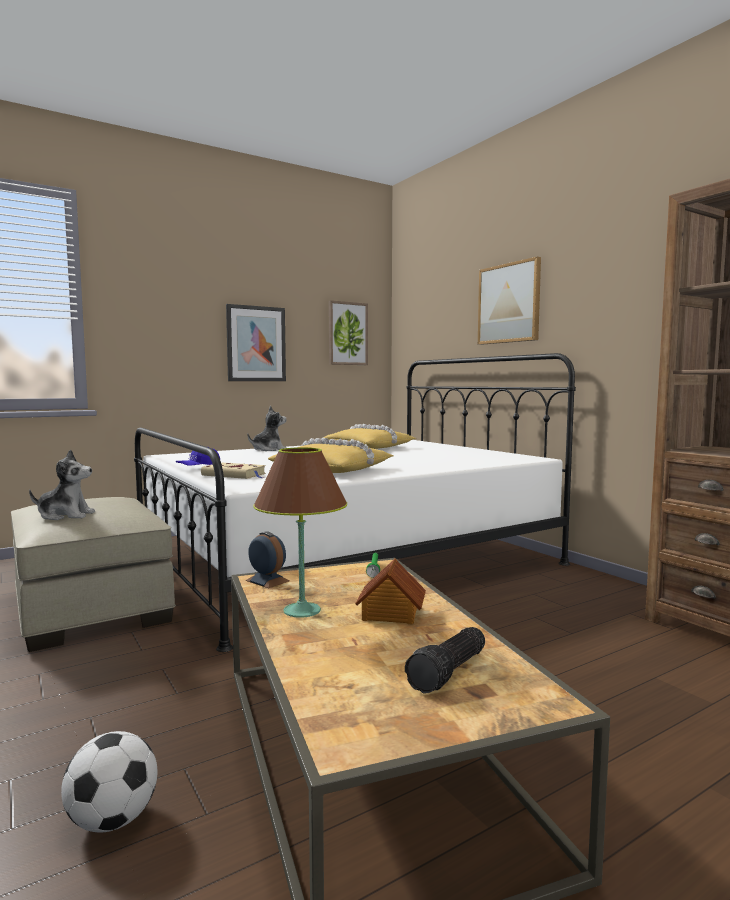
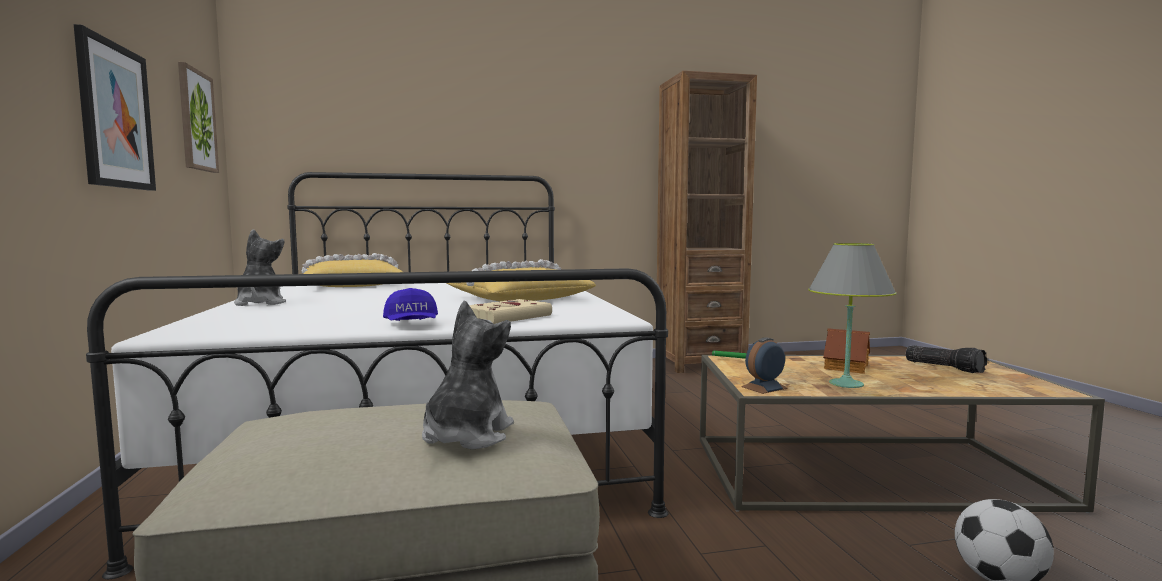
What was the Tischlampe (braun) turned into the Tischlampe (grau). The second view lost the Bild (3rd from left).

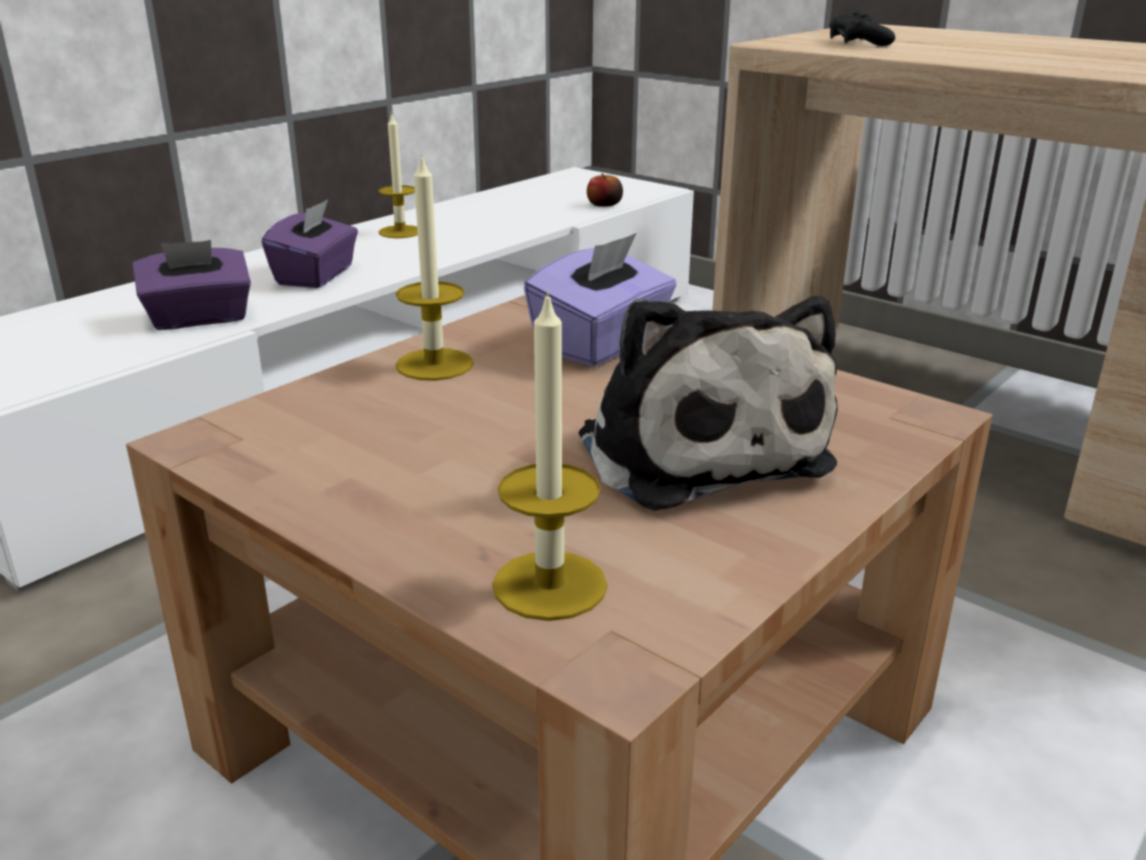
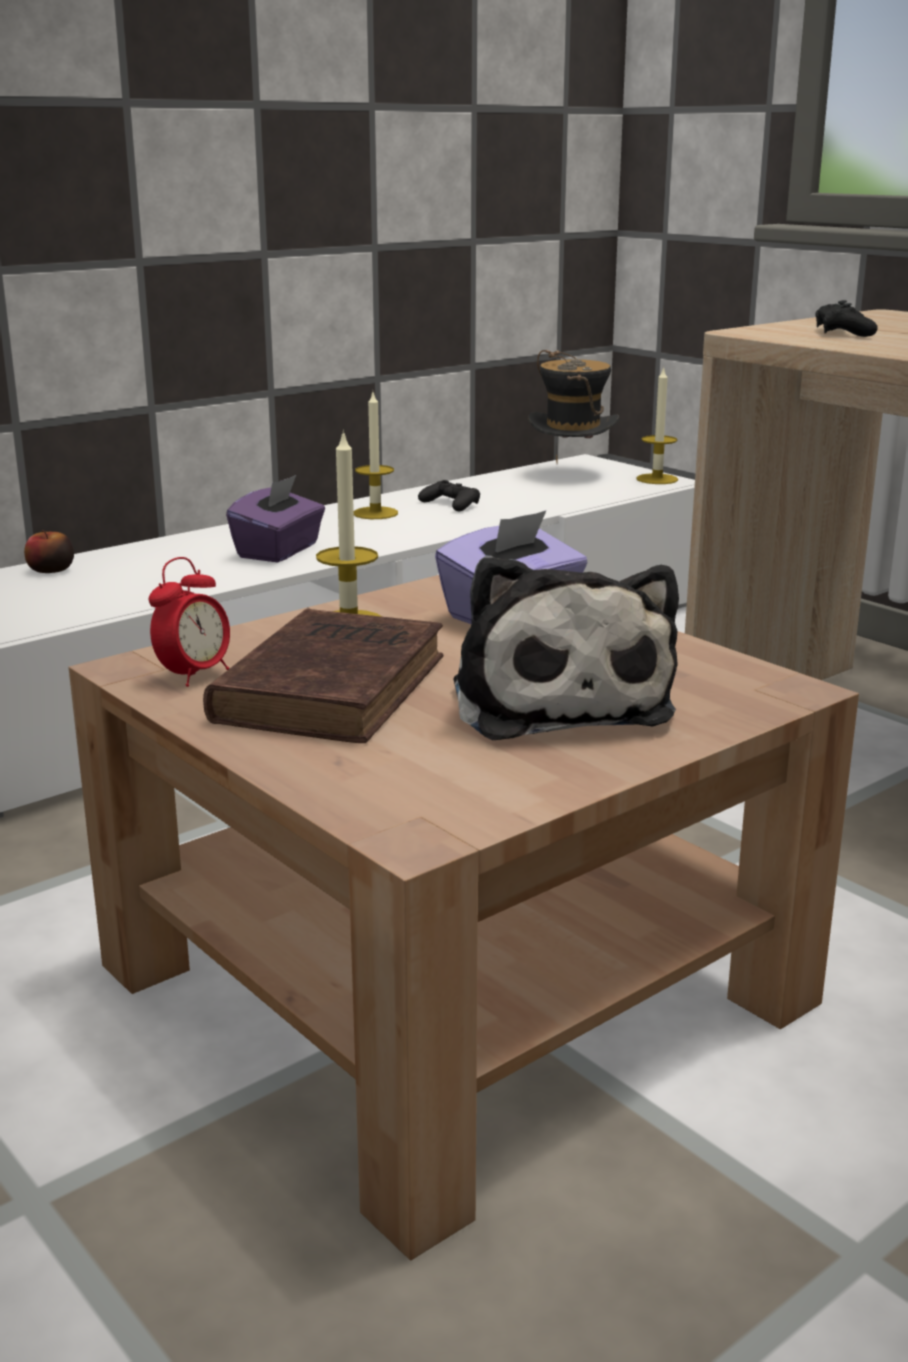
The Apfel ended up elsewhere. The second view gained the Wecker. The second view gained the Buch (braun). The second view gained the Gamepad (schwarz) (1st from left). The second view gained the Hut. The Kerze (3rd from left) ended up elsewhere. The second view lost the Taschentuchbox (lila) (1st from left).

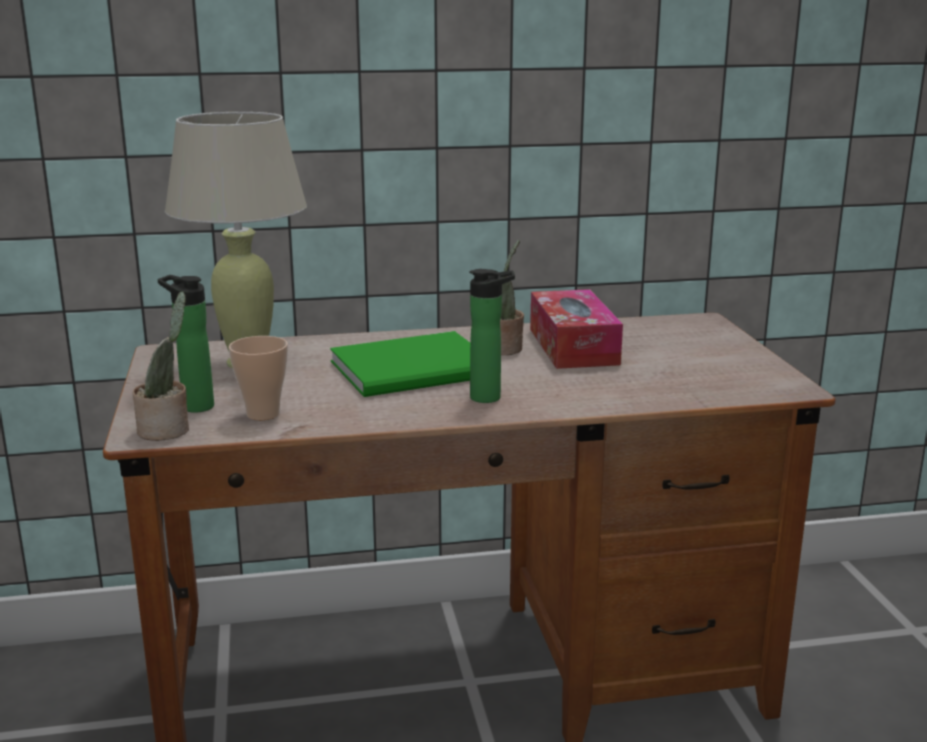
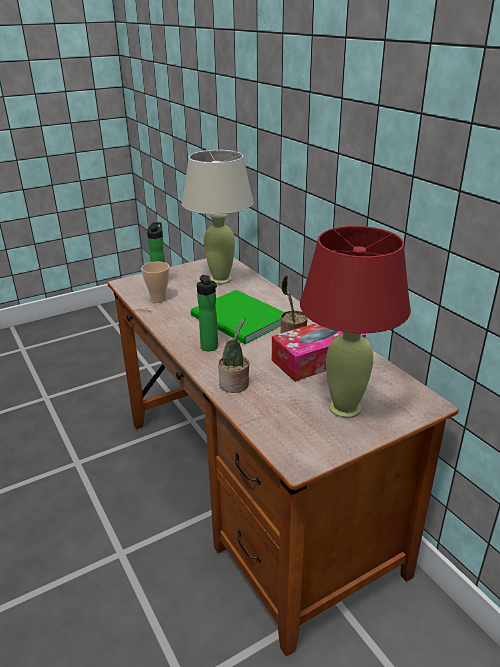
The Topfpflanze (1st from left) ended up elsewhere. The second view gained the Tischlampe (rot).

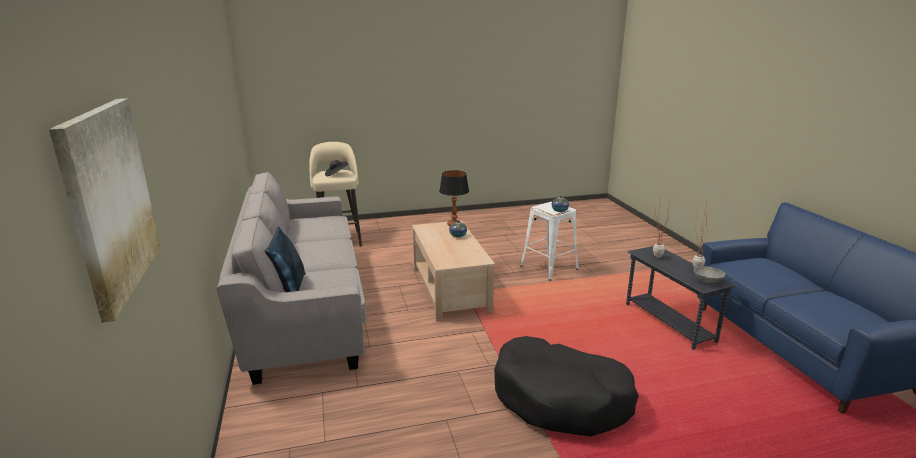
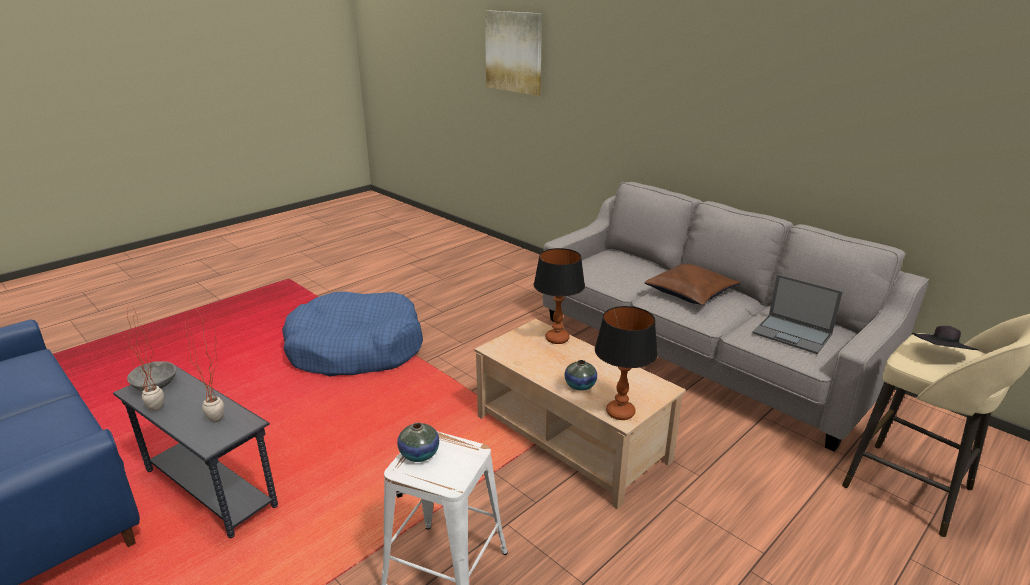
What was the Hundebett (schwarz) turned into the Hundebett (blau). The second view gained the Tischlampe (1st from left). The second view gained the Kissen (braun). The second view gained the Laptop. The second view lost the Kissen (blau).

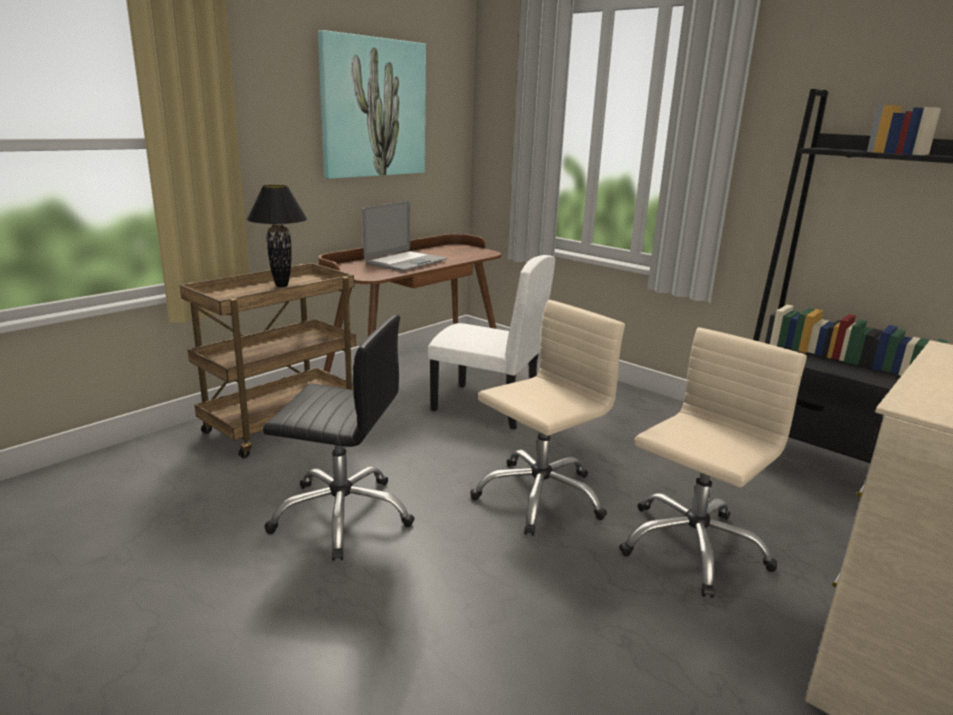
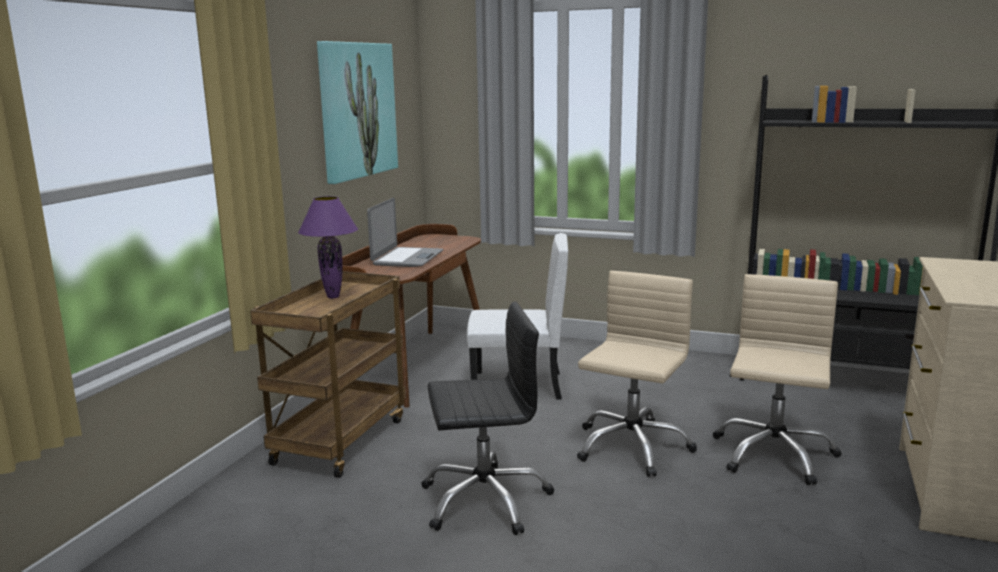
What was the Tischlampe (schwarz) turned into the Tischlampe (lila).

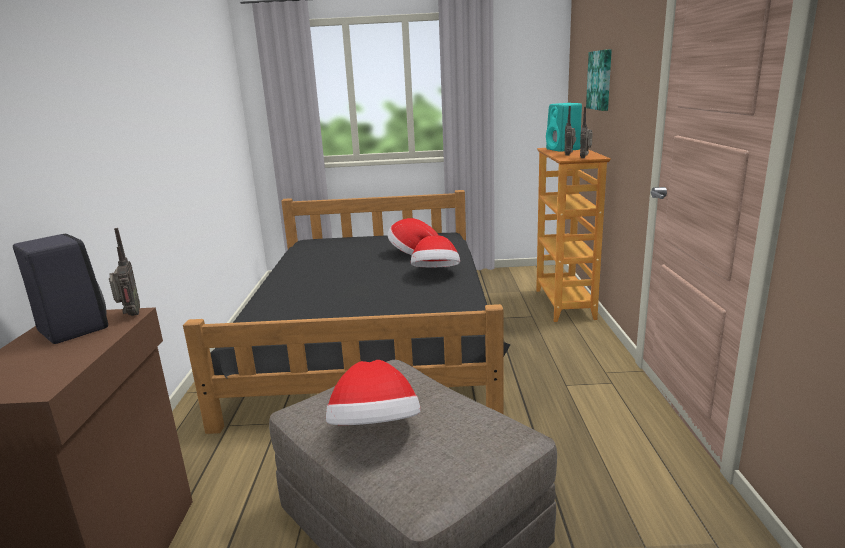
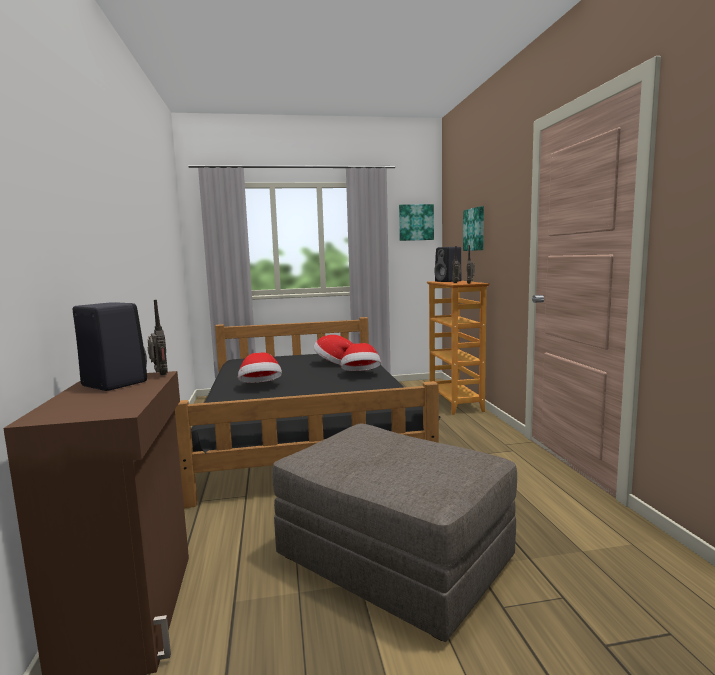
The Hut (1st from left) ended up elsewhere. The second view gained the Bild (1st from left). What was the Lautsprecher (türkis) turned into the Lautsprecher (schwarz) (2nd from left).

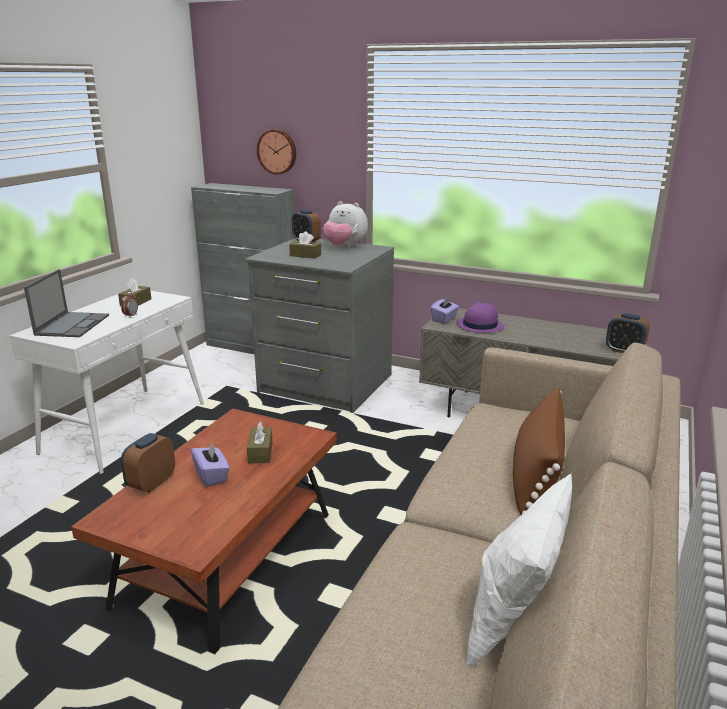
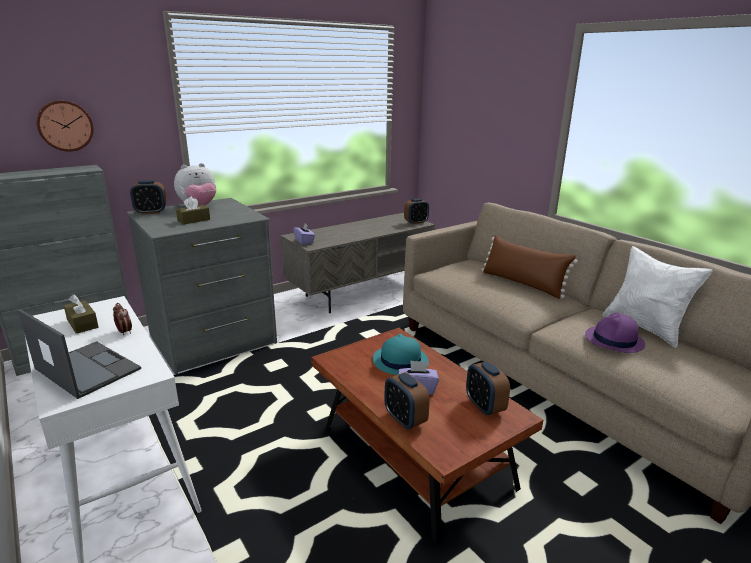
Where the Taschentuchbox (braun) (2nd from left) stood, the Hut (türkis) came to stand. The second view gained the Wecker (5th from left). The Hut (lila) ended up elsewhere.

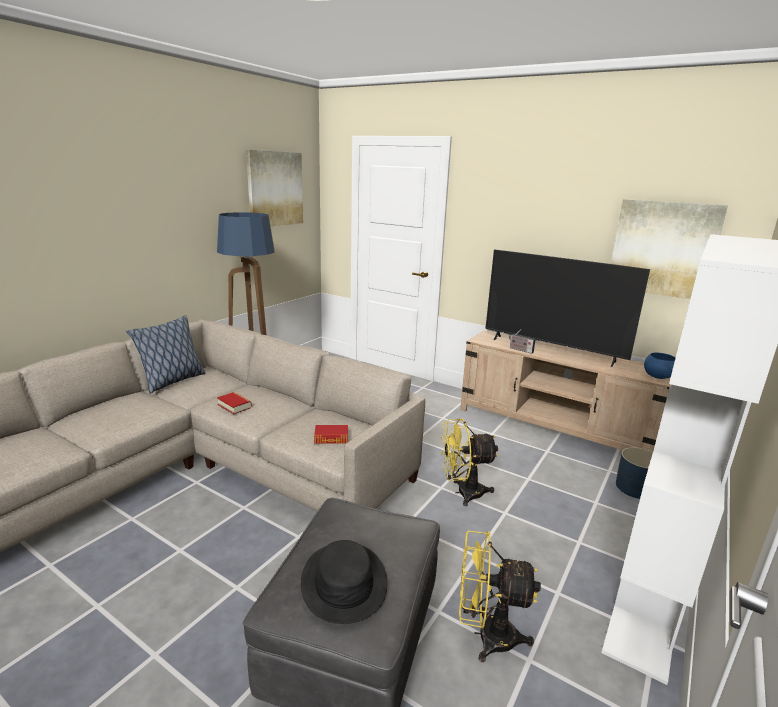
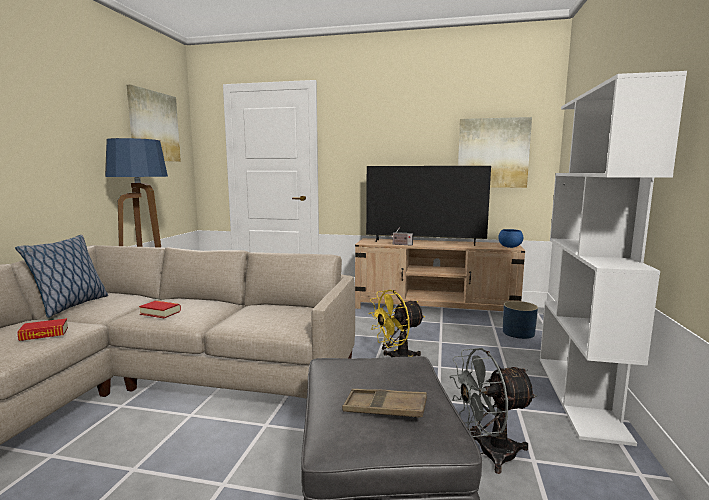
The Buch (2nd from left in the first image) ended up elsewhere. Where the Hut (schwarz) stood, the Tablett (braun) came to stand. What was the Ventilator (gelb) (2nd from left) turned into the Ventilator (grau).

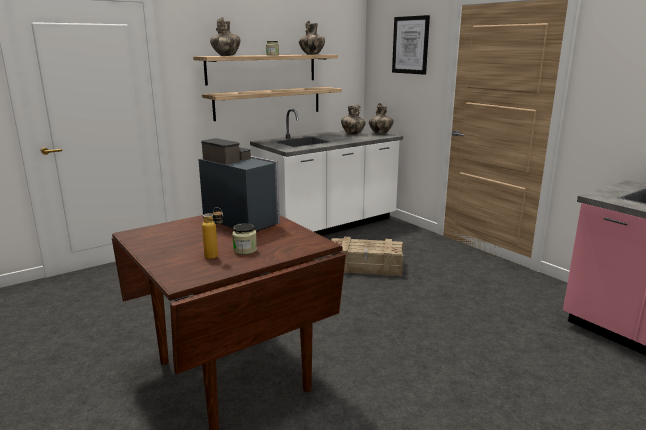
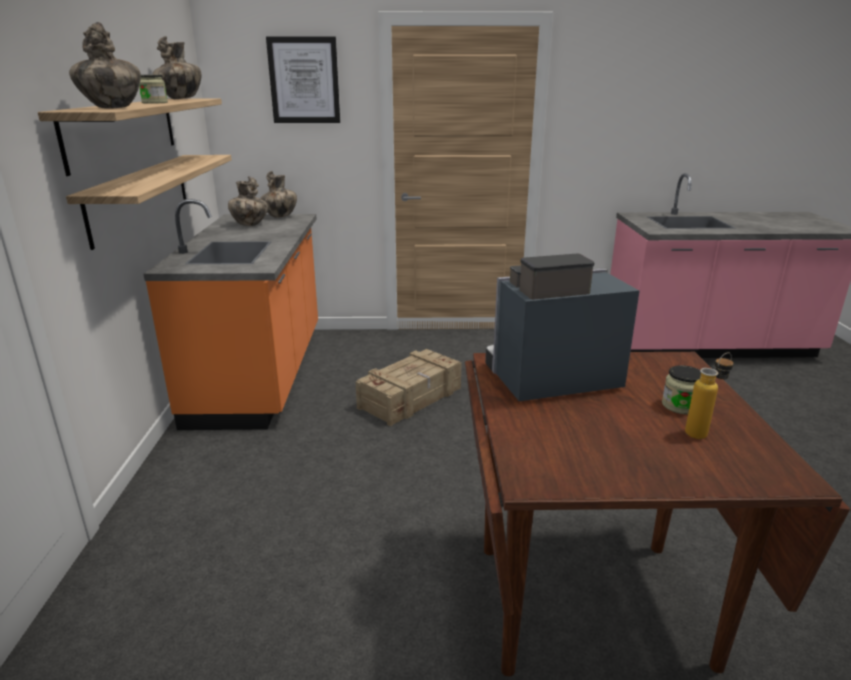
What was the Küchenzeile (weiß) turned into the Küchenzeile (orange).

